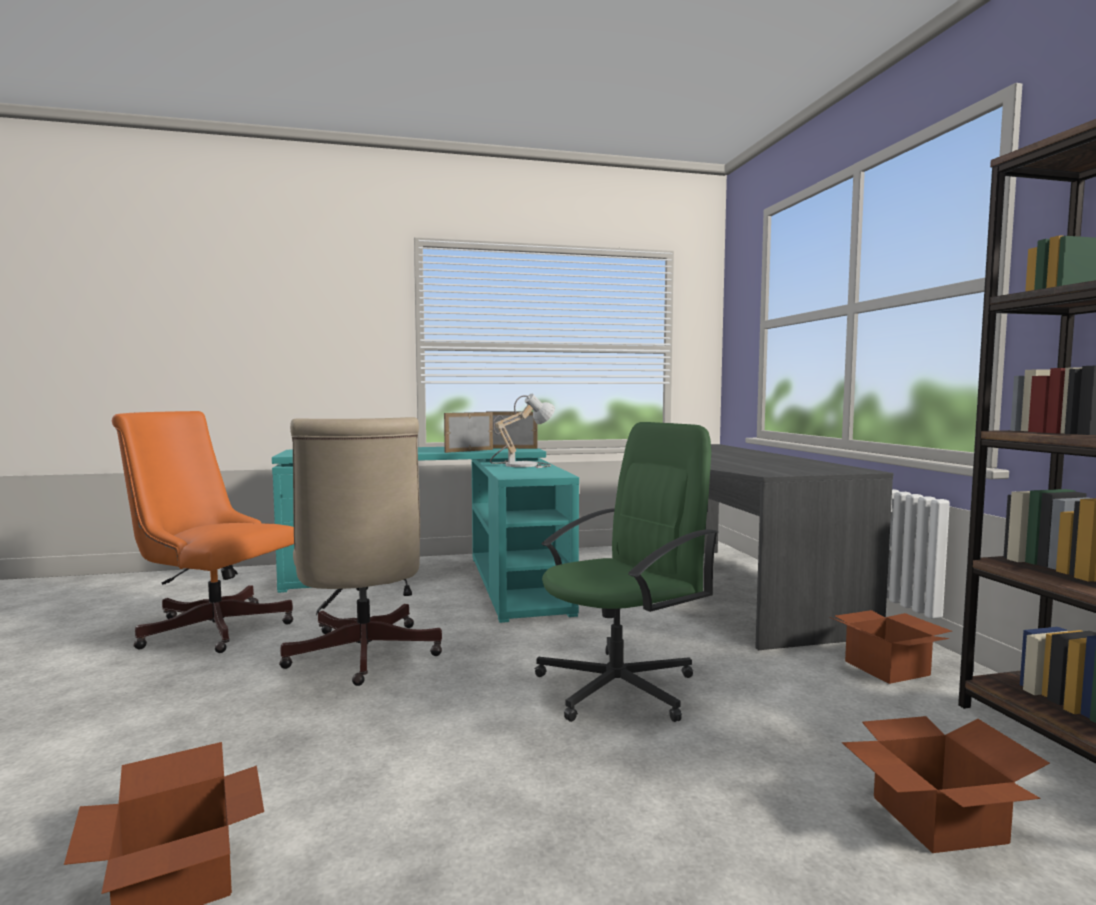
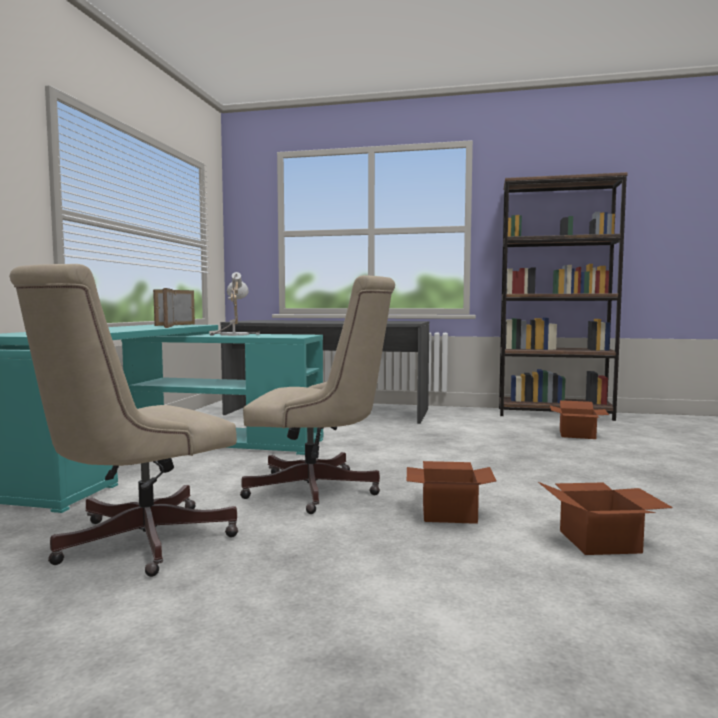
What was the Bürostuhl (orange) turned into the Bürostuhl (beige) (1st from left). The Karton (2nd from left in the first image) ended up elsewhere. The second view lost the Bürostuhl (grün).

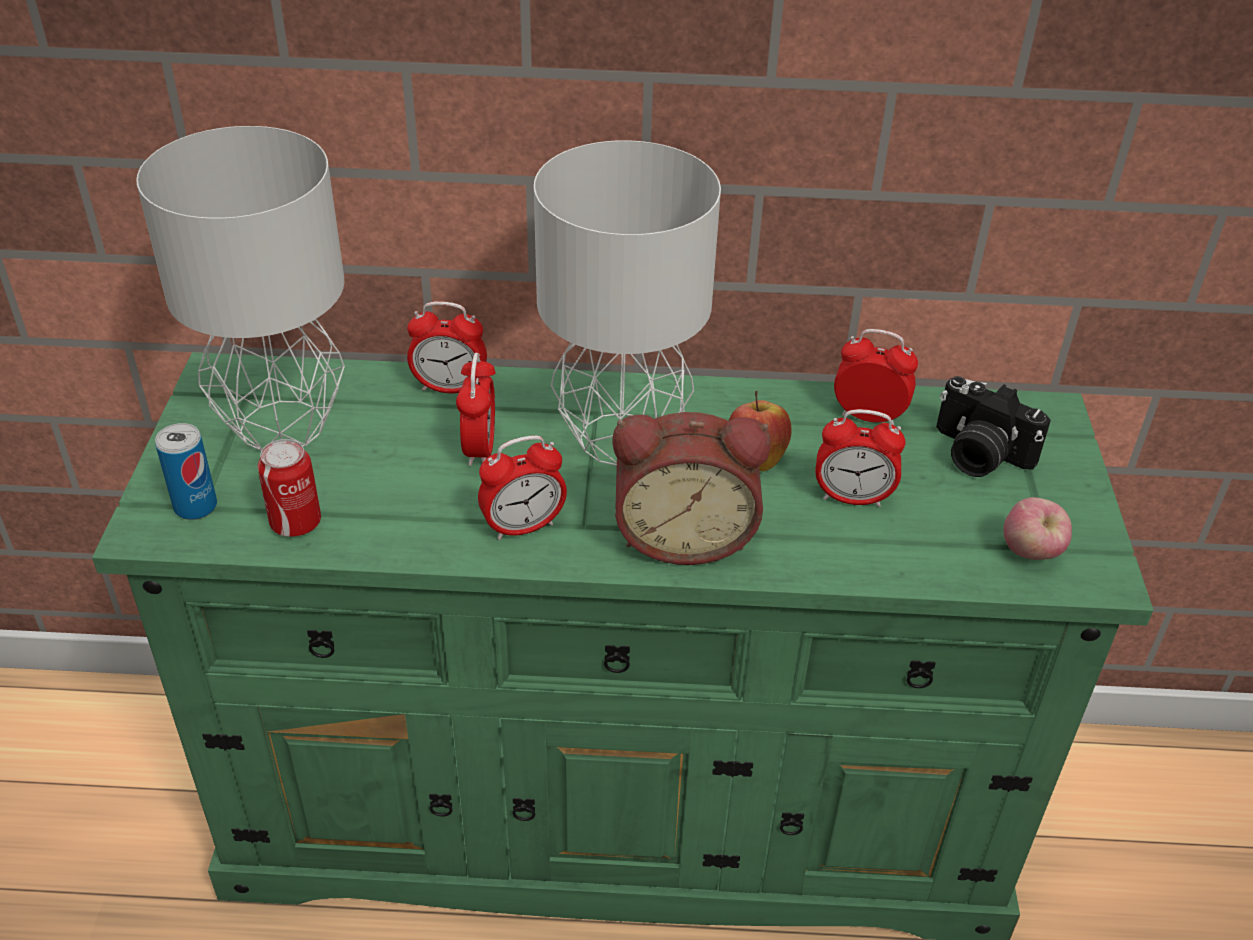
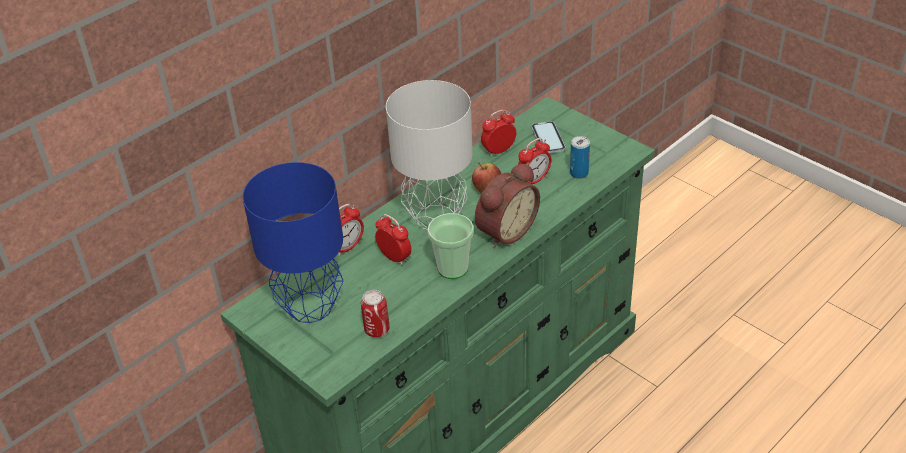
What was the Tischlampe (grau) (1st from left) turned into the Tischlampe (blau). Where the Wecker (3rd from left) stood, the Tasse came to stand. Where the Kamera stood, the Handy came to stand. The Dose (1st from left in the first image) ended up elsewhere. The second view lost the Apfel (2nd from left).

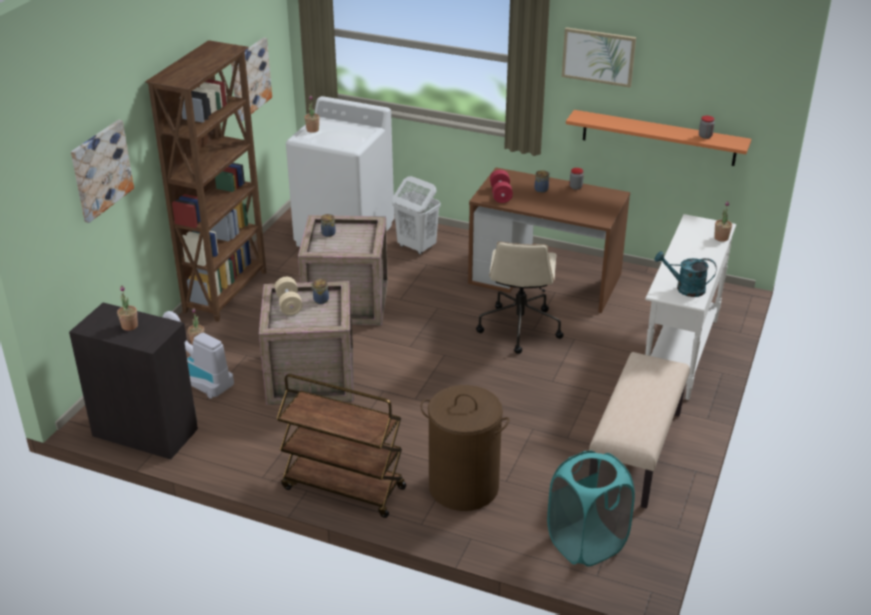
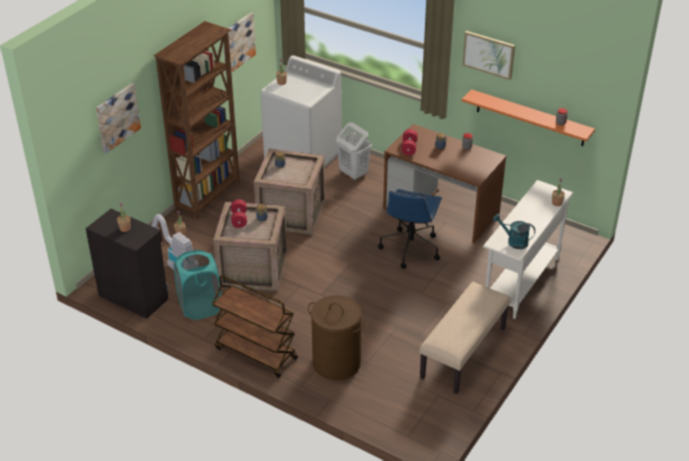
The Wäschekorb (türkis) ended up elsewhere. What was the Hantel (beige) turned into the Hantel (rot) (1st from left). What was the Bürostuhl (beige) turned into the Bürostuhl (blau).

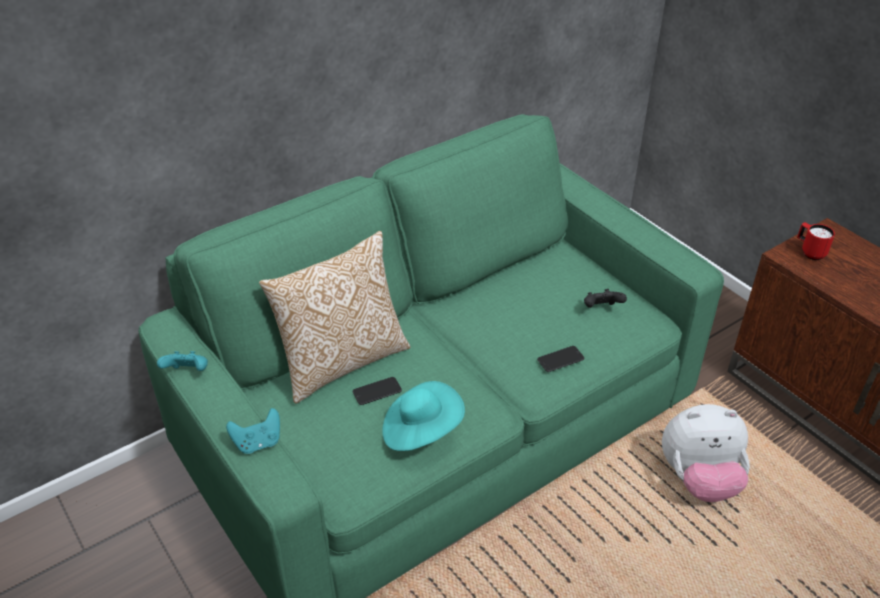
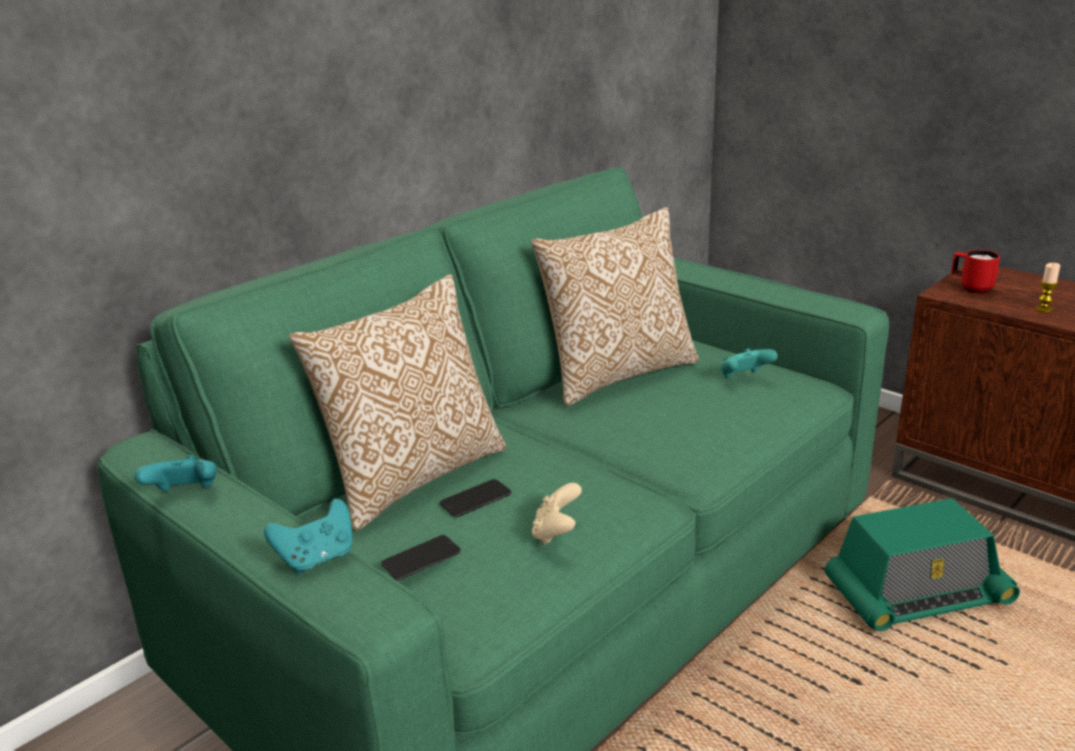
The Handy (2nd from left in the first image) ended up elsewhere. The second view gained the Kissen (2nd from left). Where the Hut (türkis) stood, the Gamepad (beige) came to stand. What was the Gamepad (schwarz) turned into the Gamepad (türkis) (3rd from left). Where the Plüschtier stood, the Radio came to stand. The second view gained the Kerze.

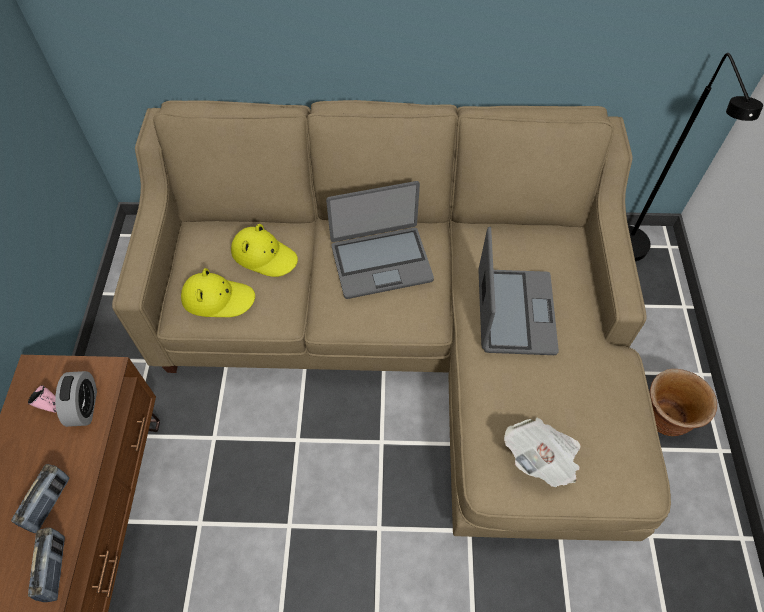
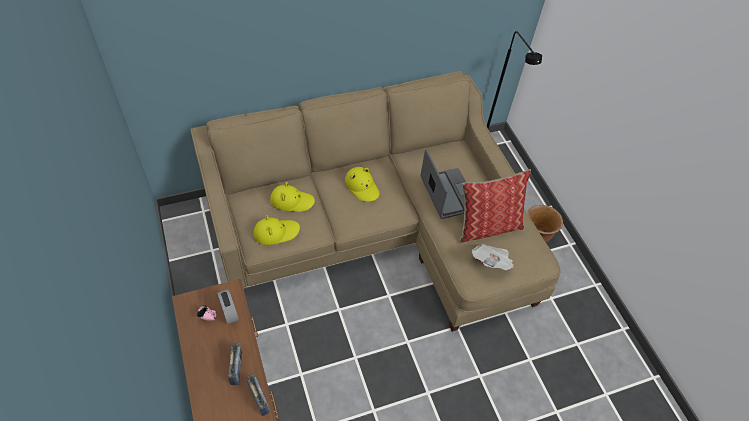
Where the Laptop (1st from left) stood, the Hut (gelb) (3rd from left) came to stand. The second view gained the Kissen.

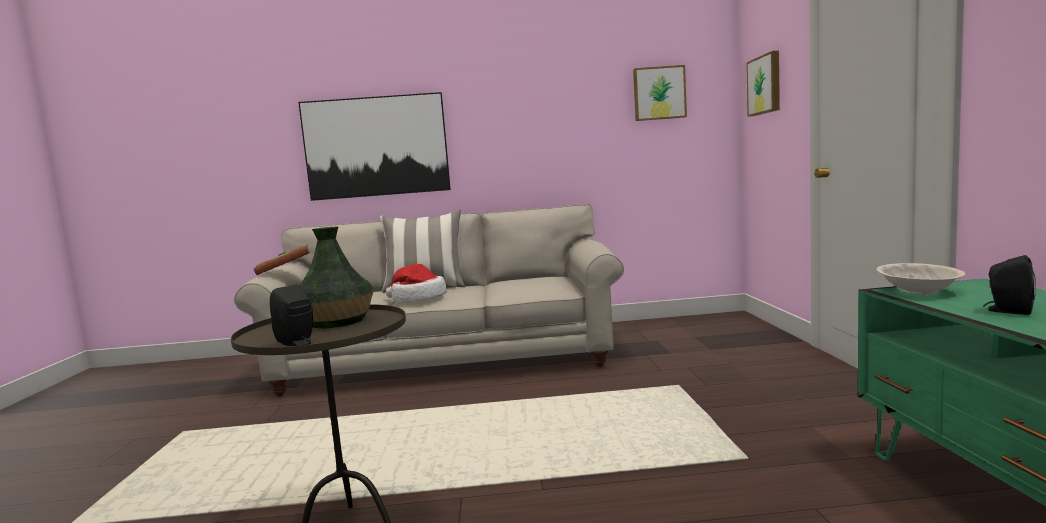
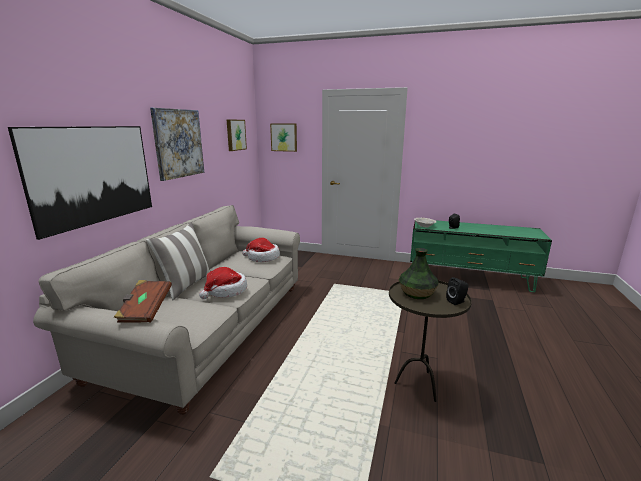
The second view gained the Bild (2nd from left). The second view gained the Hut (2nd from left).

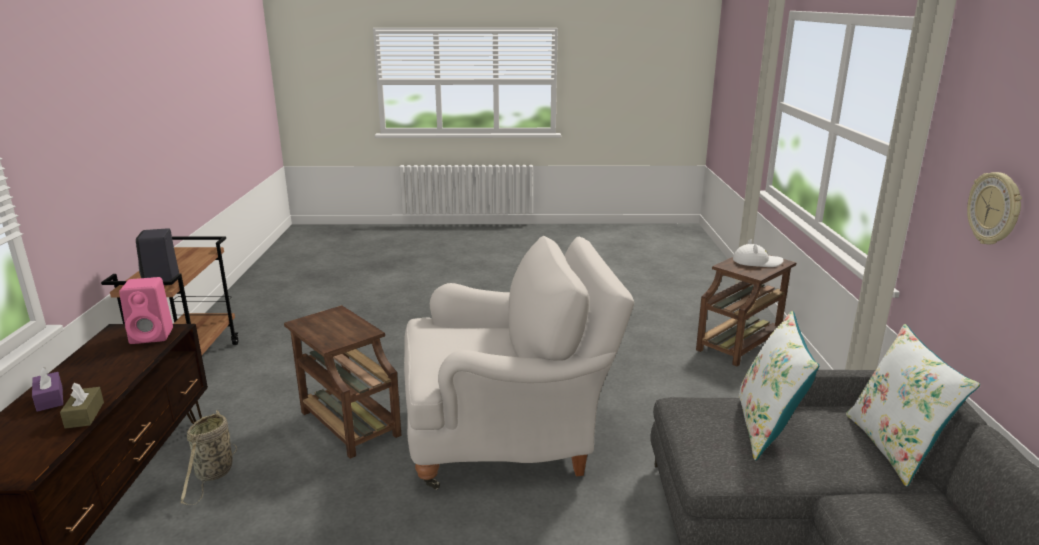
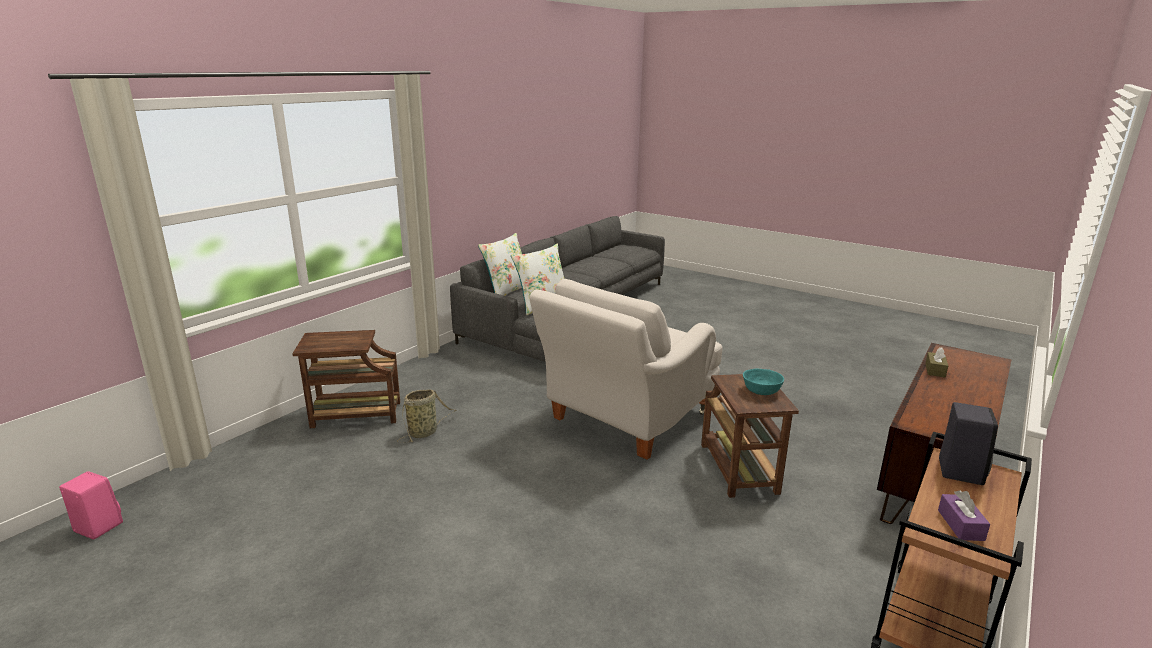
The Lautsprecher (rosa) ended up elsewhere. The Korb ended up elsewhere. The Sessel (weiß) ended up facing another way, 75 degrees counterclockwise from before. The second view gained the Schüssel (türkis). The Taschentuchbox (lila) ended up elsewhere. The second view lost the Hut (weiß). The second view lost the Wanduhr.

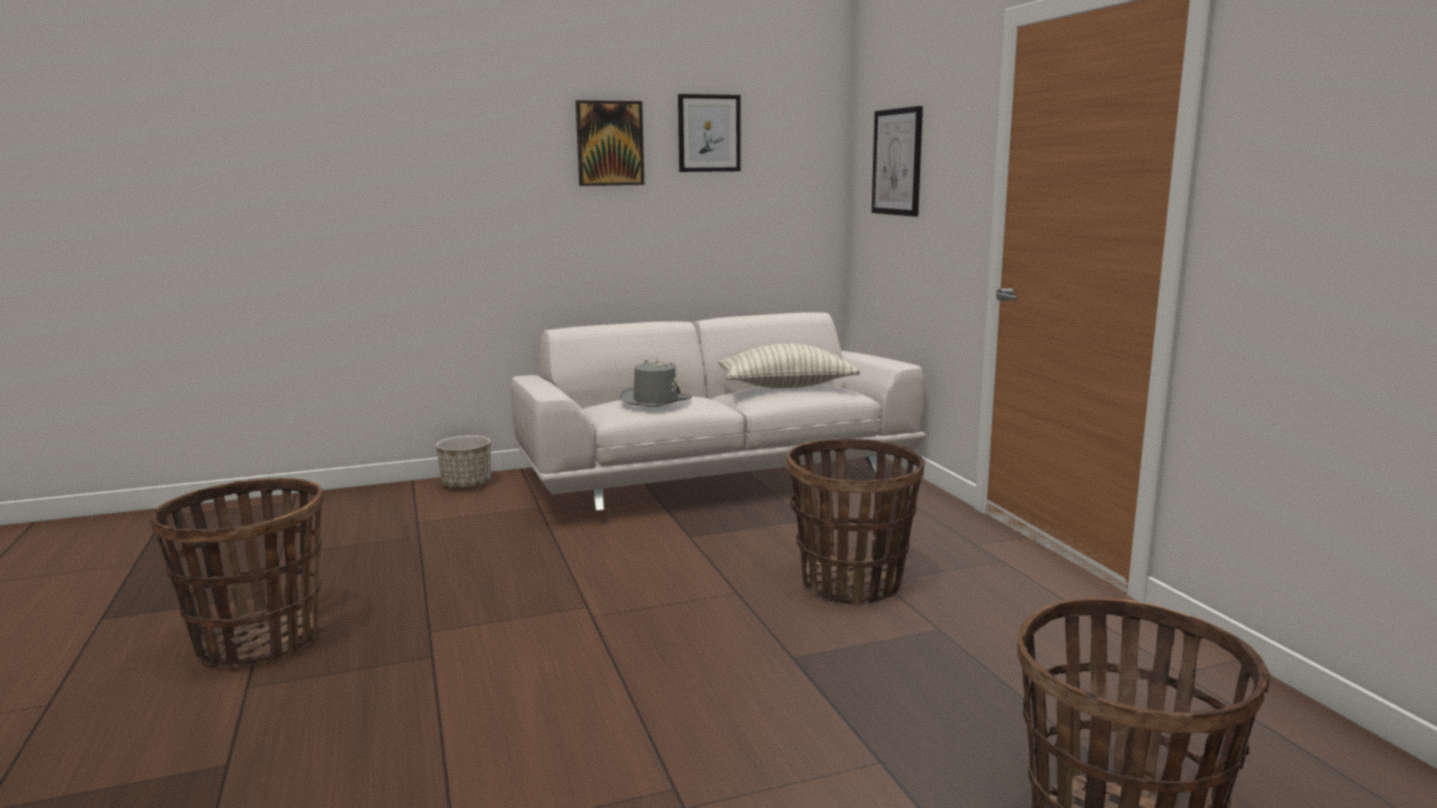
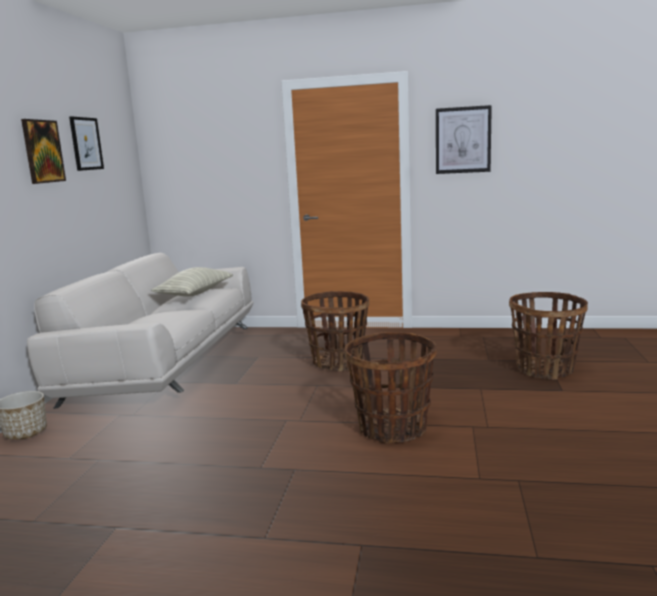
The Korb (1st from left in the first image) ended up elsewhere. The Bild (3rd from left) ended up elsewhere. The second view lost the Hut (grau).

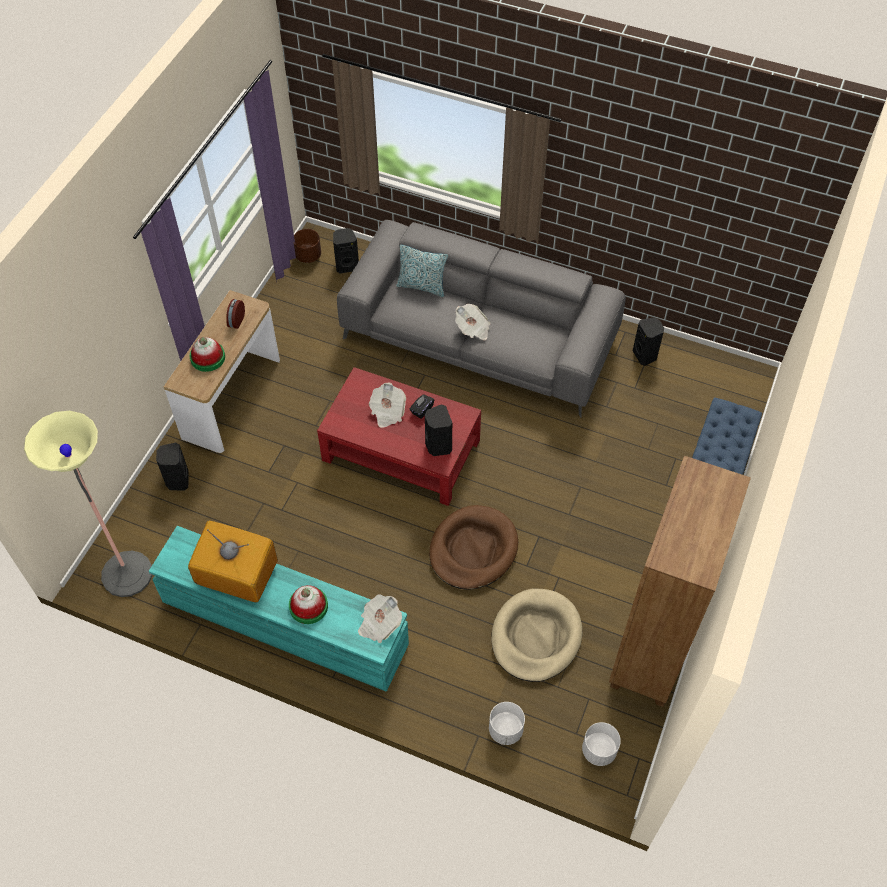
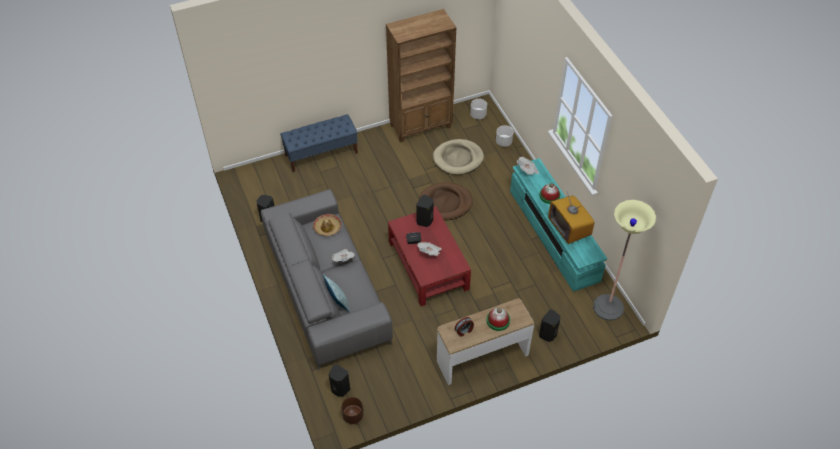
The second view gained the Hut (1st from left).

